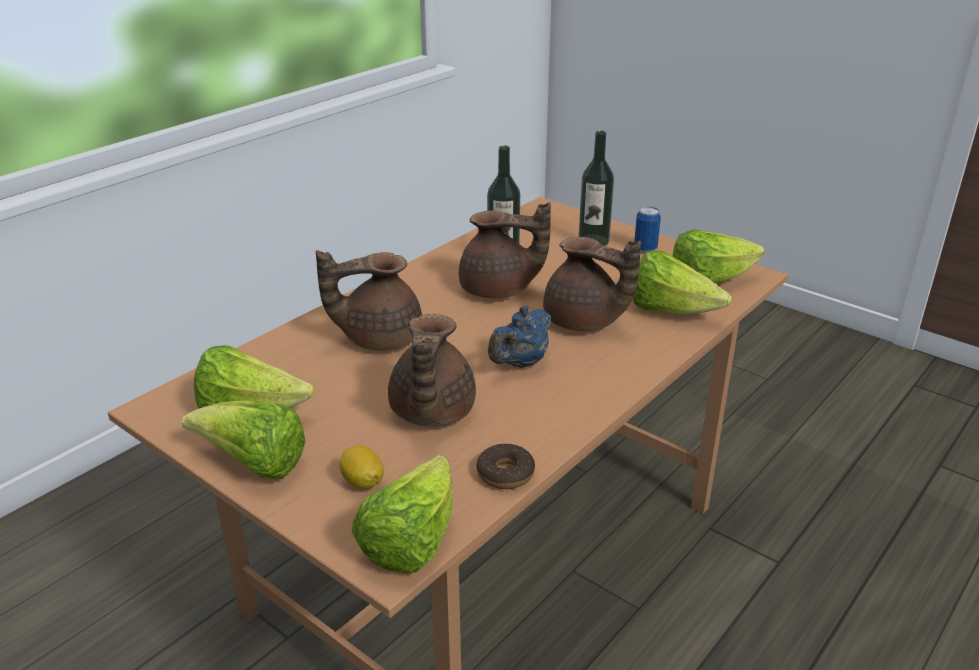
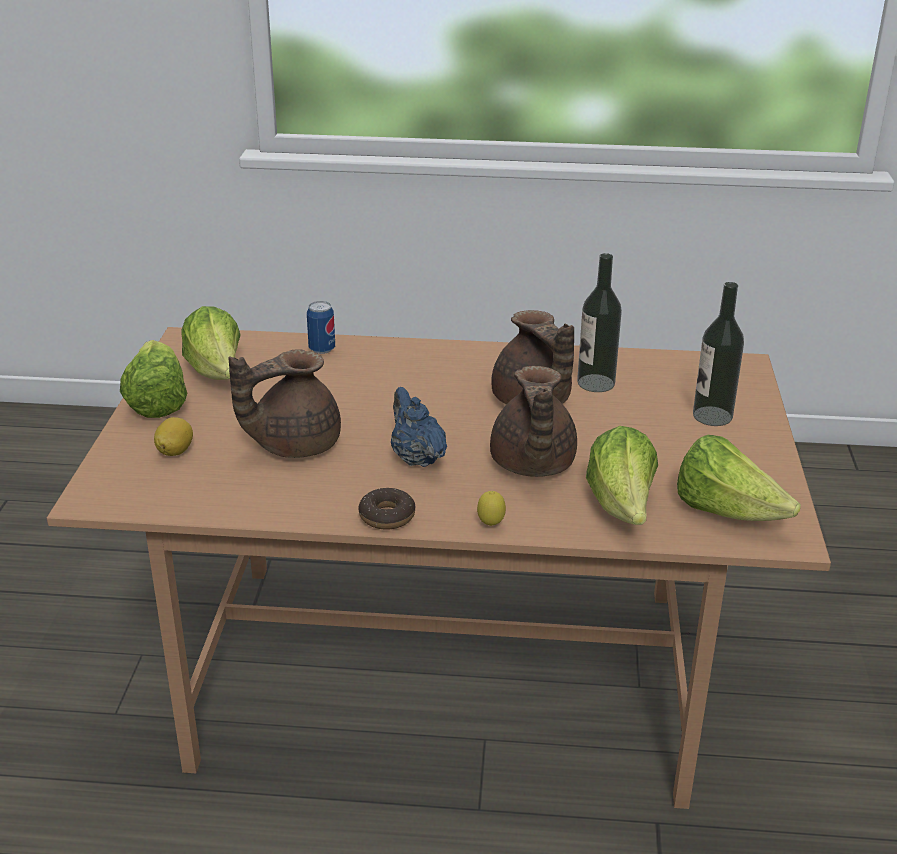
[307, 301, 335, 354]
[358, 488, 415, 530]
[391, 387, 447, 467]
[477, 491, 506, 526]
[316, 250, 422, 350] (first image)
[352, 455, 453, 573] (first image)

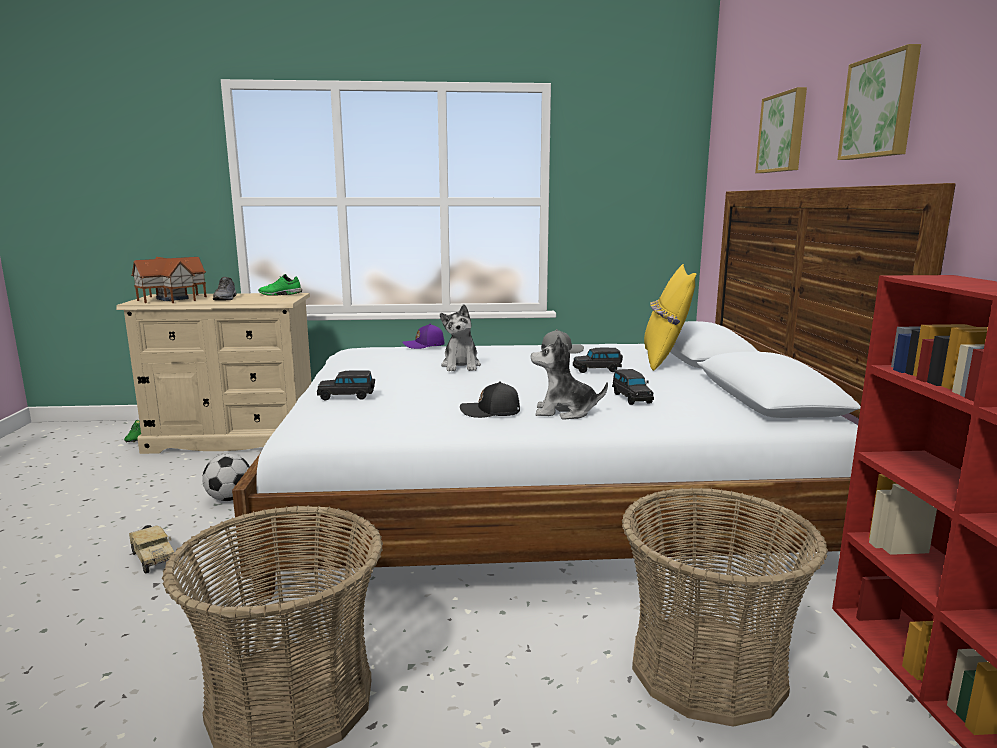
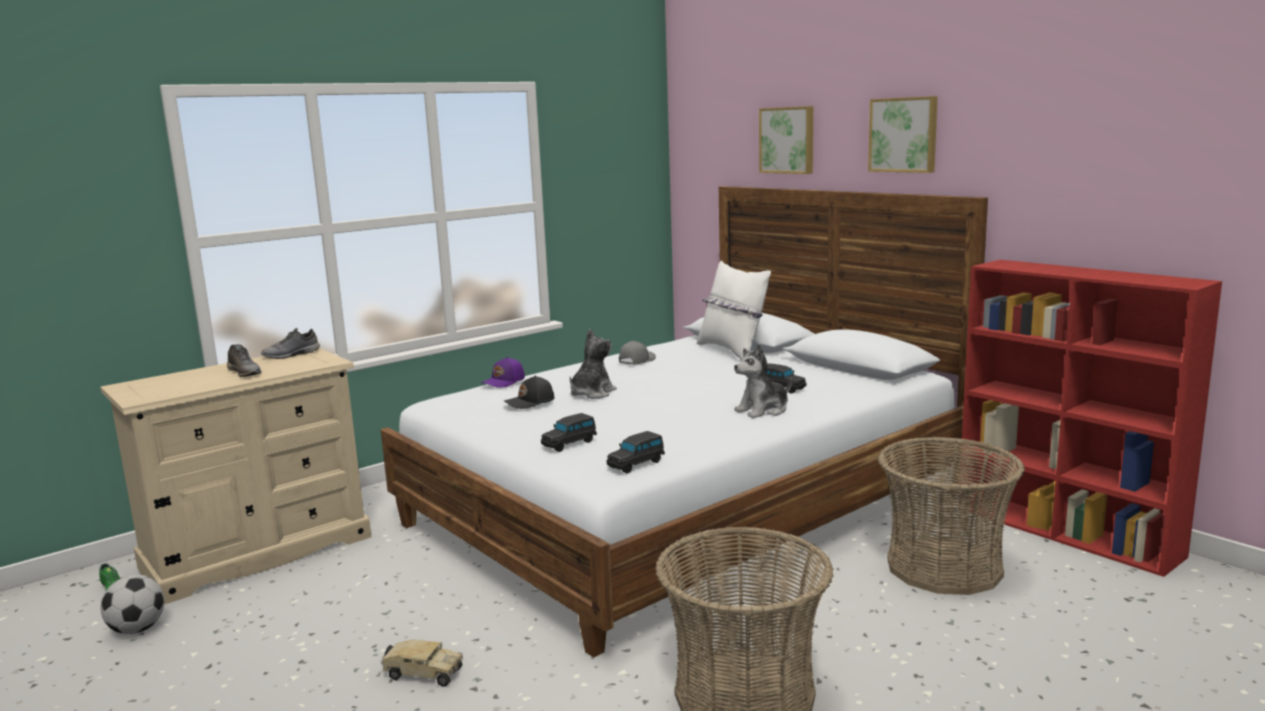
[100, 575, 164, 634]
[261, 328, 320, 359]
[504, 376, 554, 409]
[570, 329, 617, 399]
[607, 431, 665, 473]
[697, 260, 771, 360]
[131, 257, 207, 303] (first image)

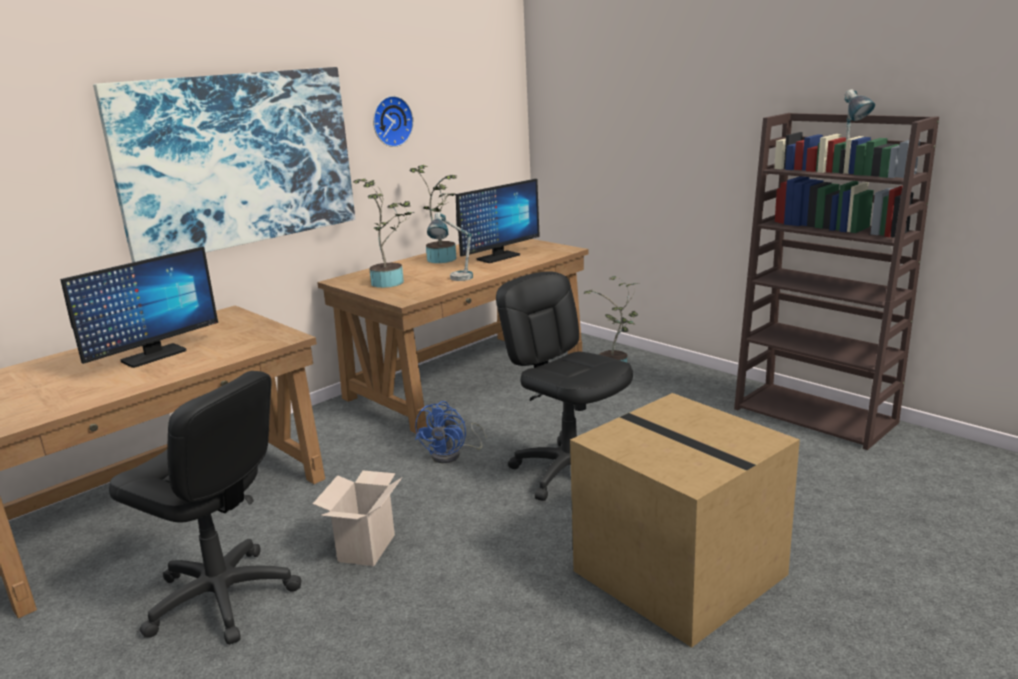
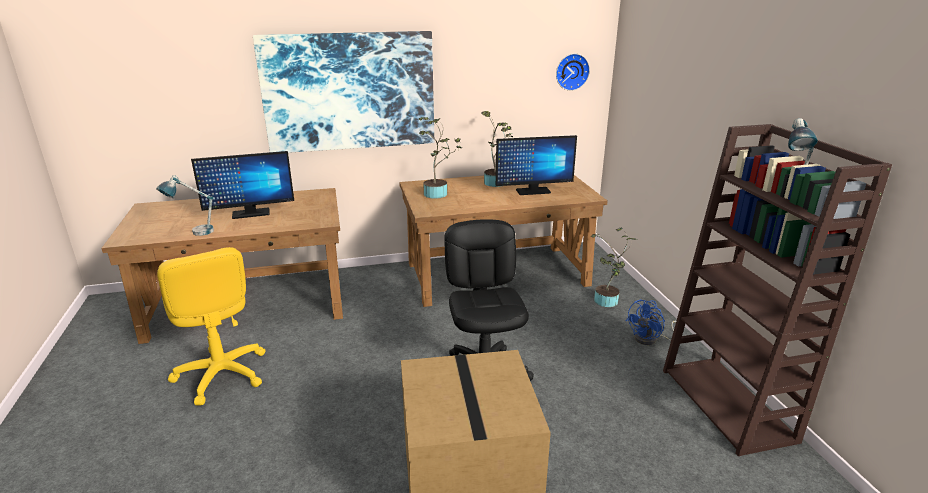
[156, 175, 214, 236]
[157, 247, 266, 406]
[556, 54, 590, 91]
[626, 299, 676, 345]
[313, 470, 402, 566] (first image)

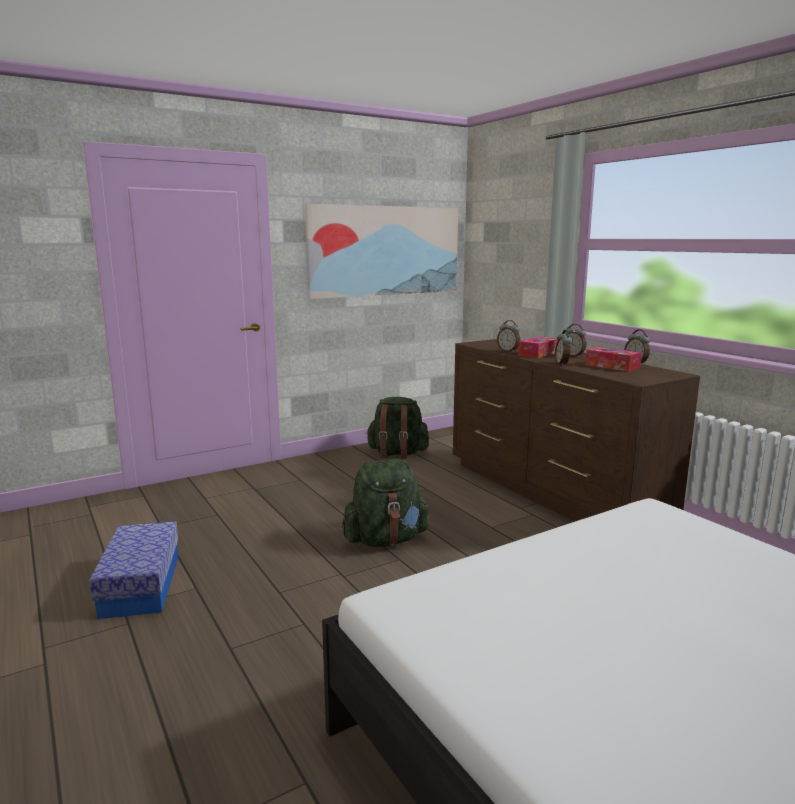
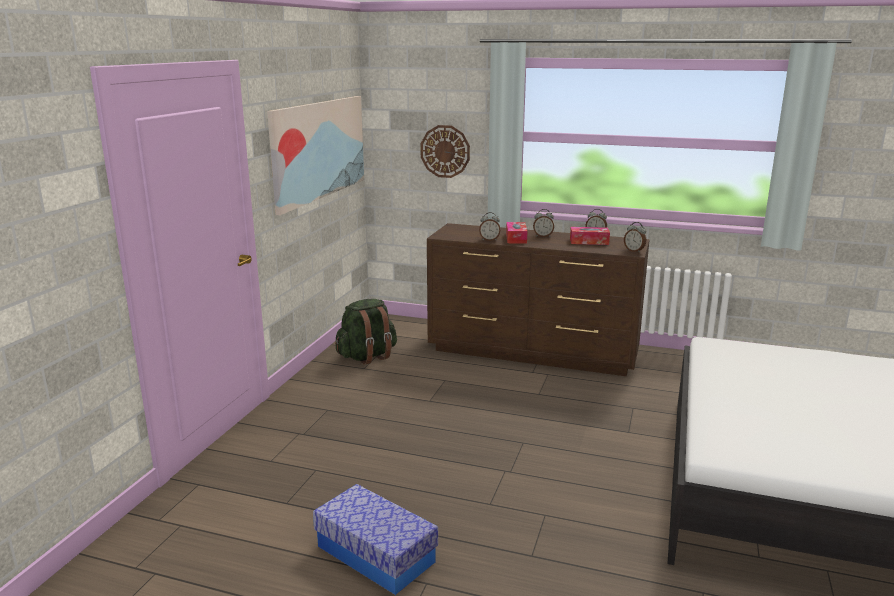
[420, 125, 470, 178]
[624, 222, 646, 253]
[342, 459, 430, 547] (first image)

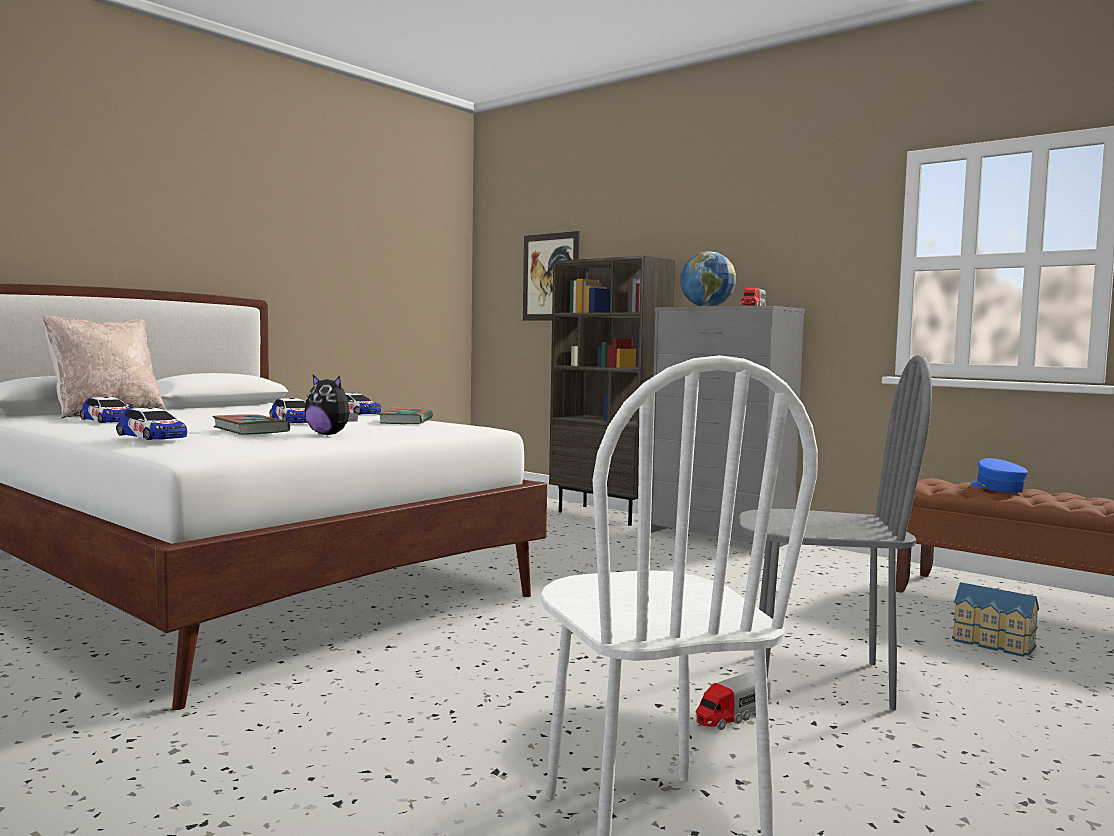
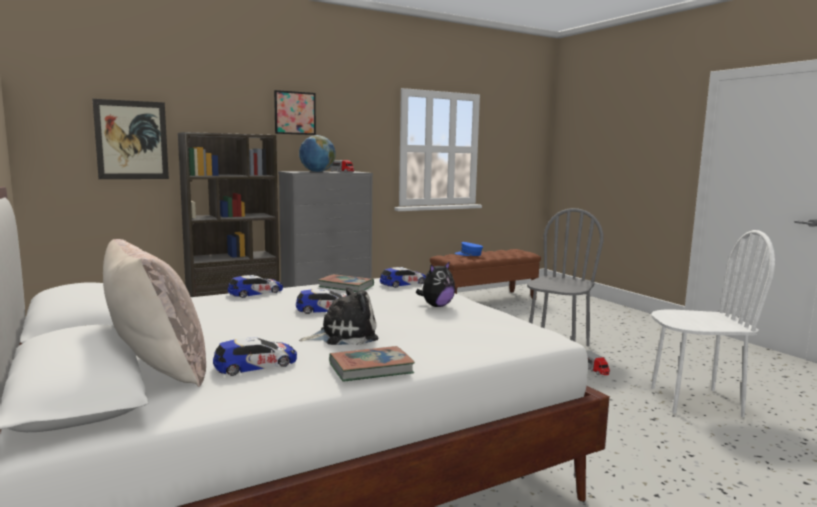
[274, 90, 316, 135]
[299, 287, 378, 345]
[329, 346, 415, 382]
[380, 267, 426, 288]
[952, 582, 1039, 657] (first image)

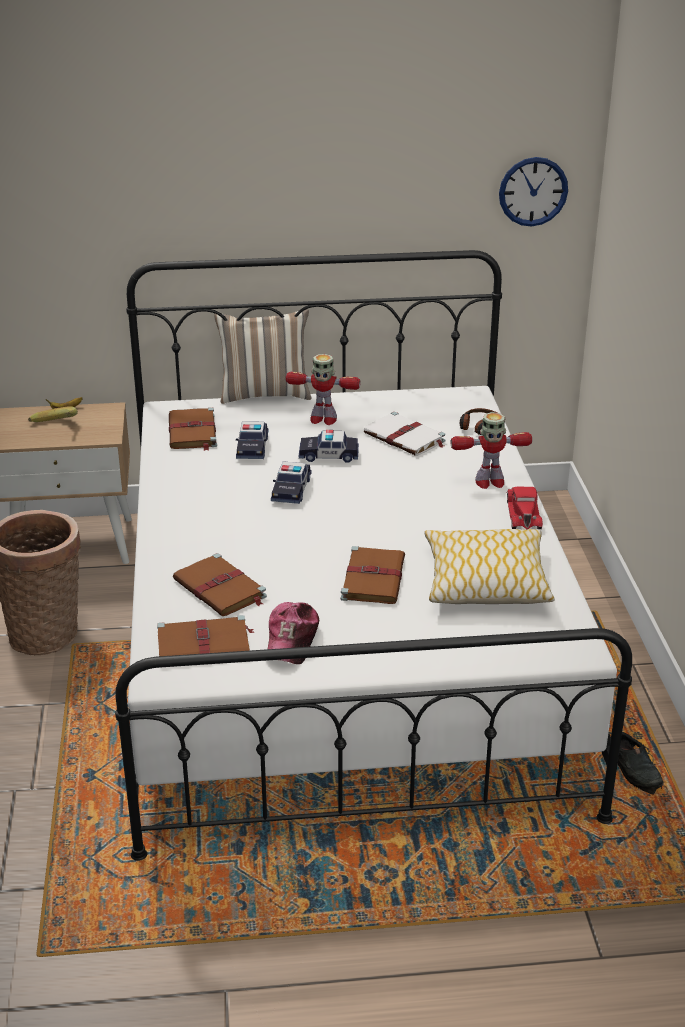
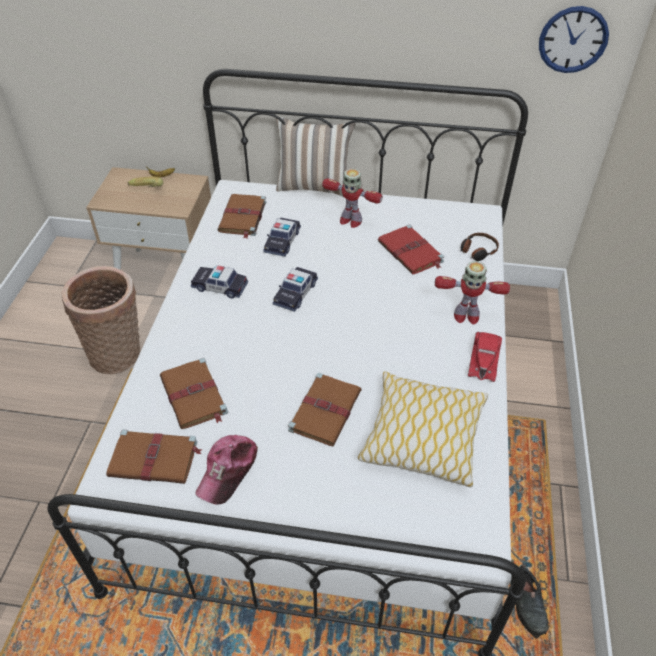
[191, 265, 248, 299]
[378, 225, 444, 275]

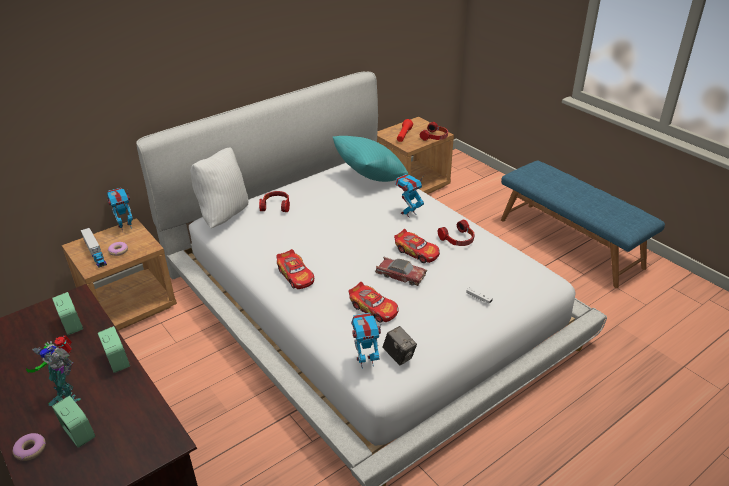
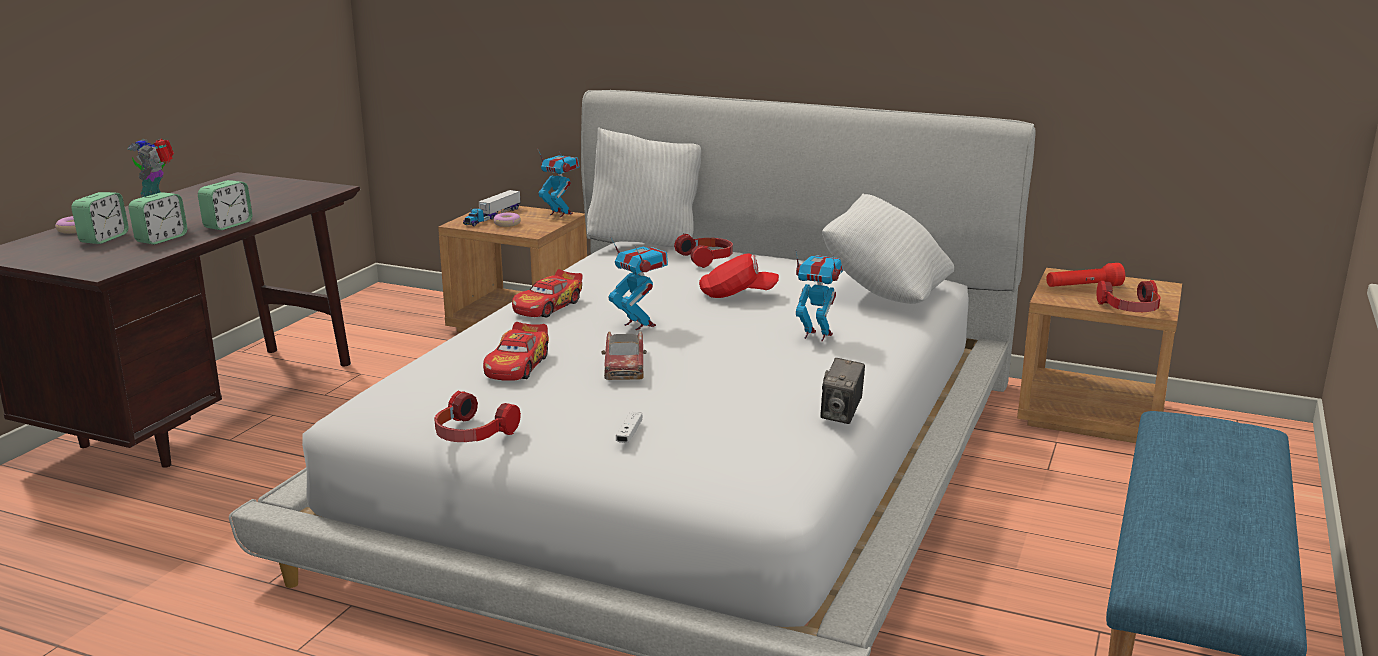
[129, 192, 187, 245]
[434, 391, 521, 442]
[609, 238, 668, 330]
[699, 253, 779, 298]
[821, 358, 865, 424]
[822, 194, 954, 304]
[394, 229, 440, 263] (first image)

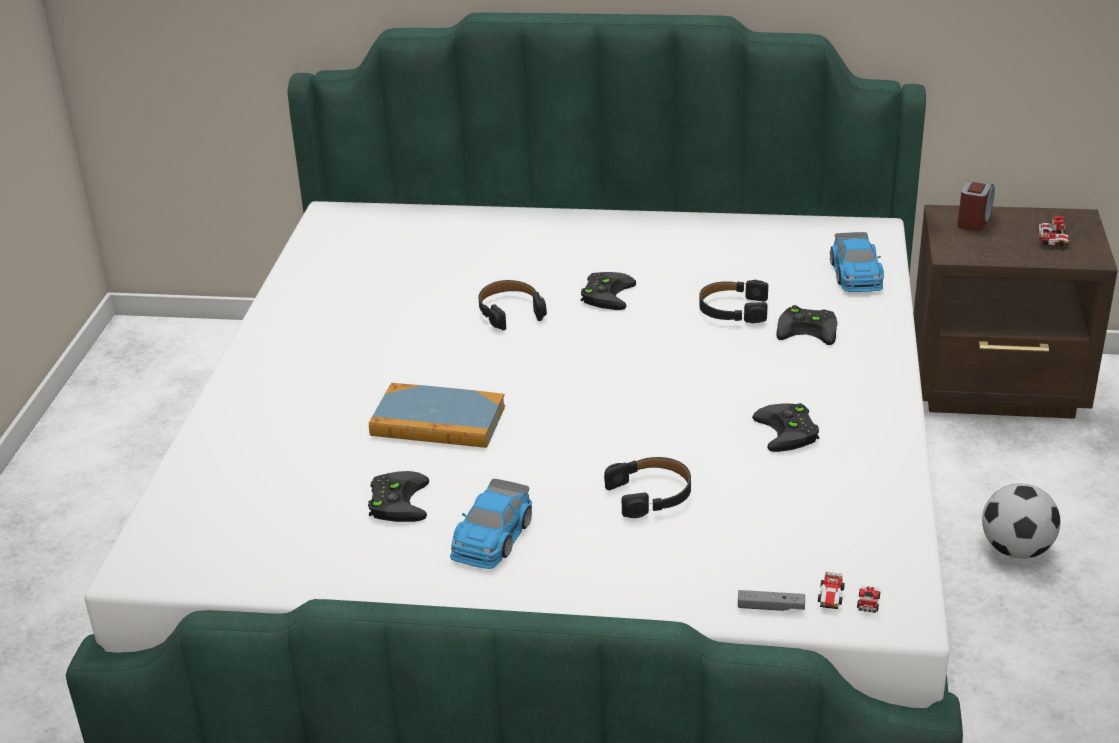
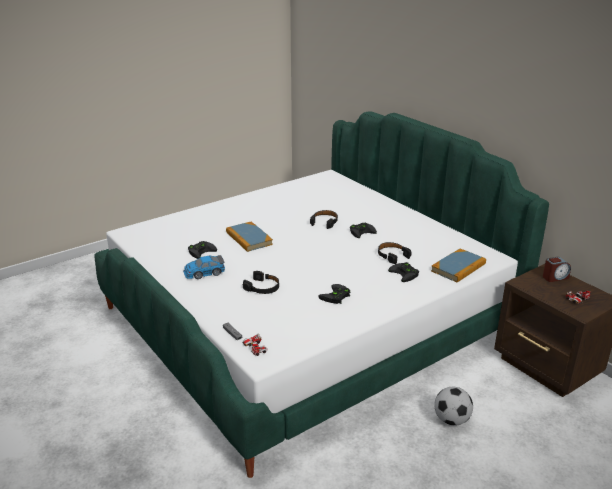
[431, 249, 486, 282]

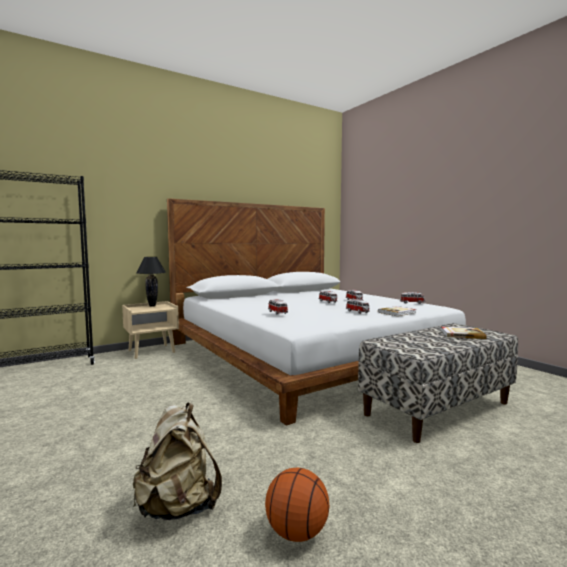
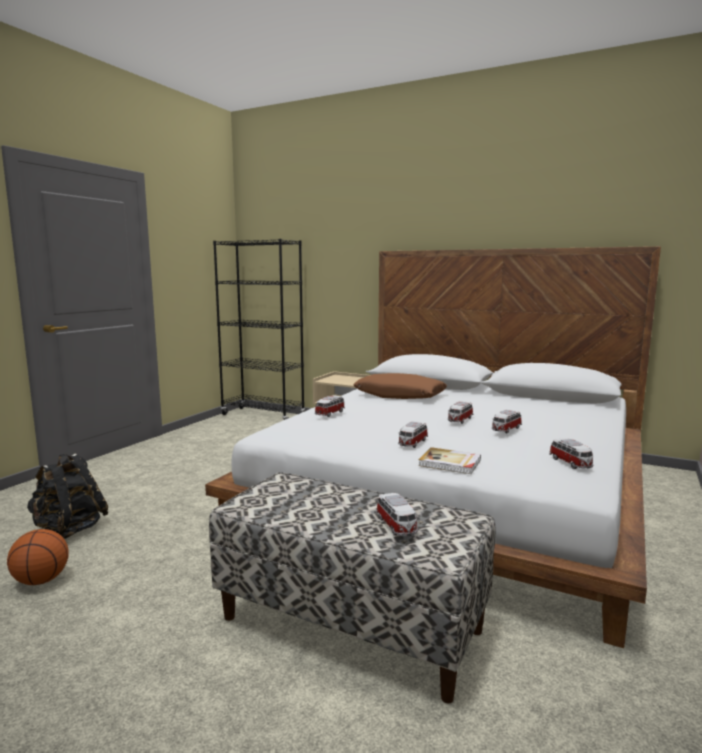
[27, 454, 108, 539]
[353, 373, 447, 399]
[376, 493, 418, 536]
[136, 257, 166, 307] (first image)

